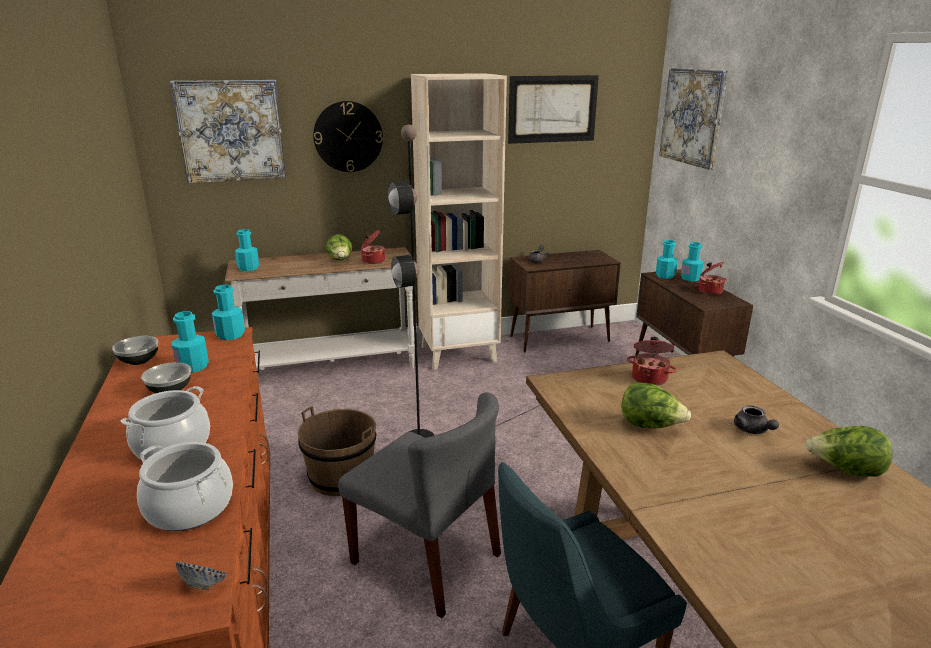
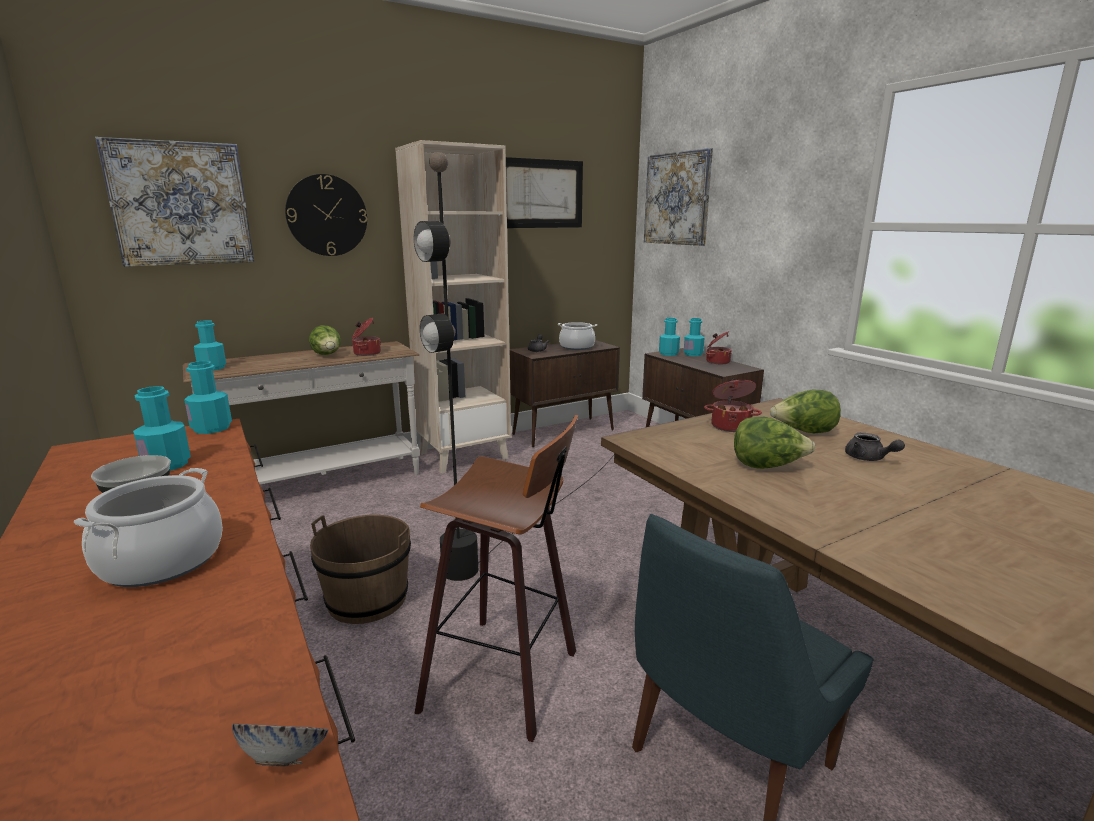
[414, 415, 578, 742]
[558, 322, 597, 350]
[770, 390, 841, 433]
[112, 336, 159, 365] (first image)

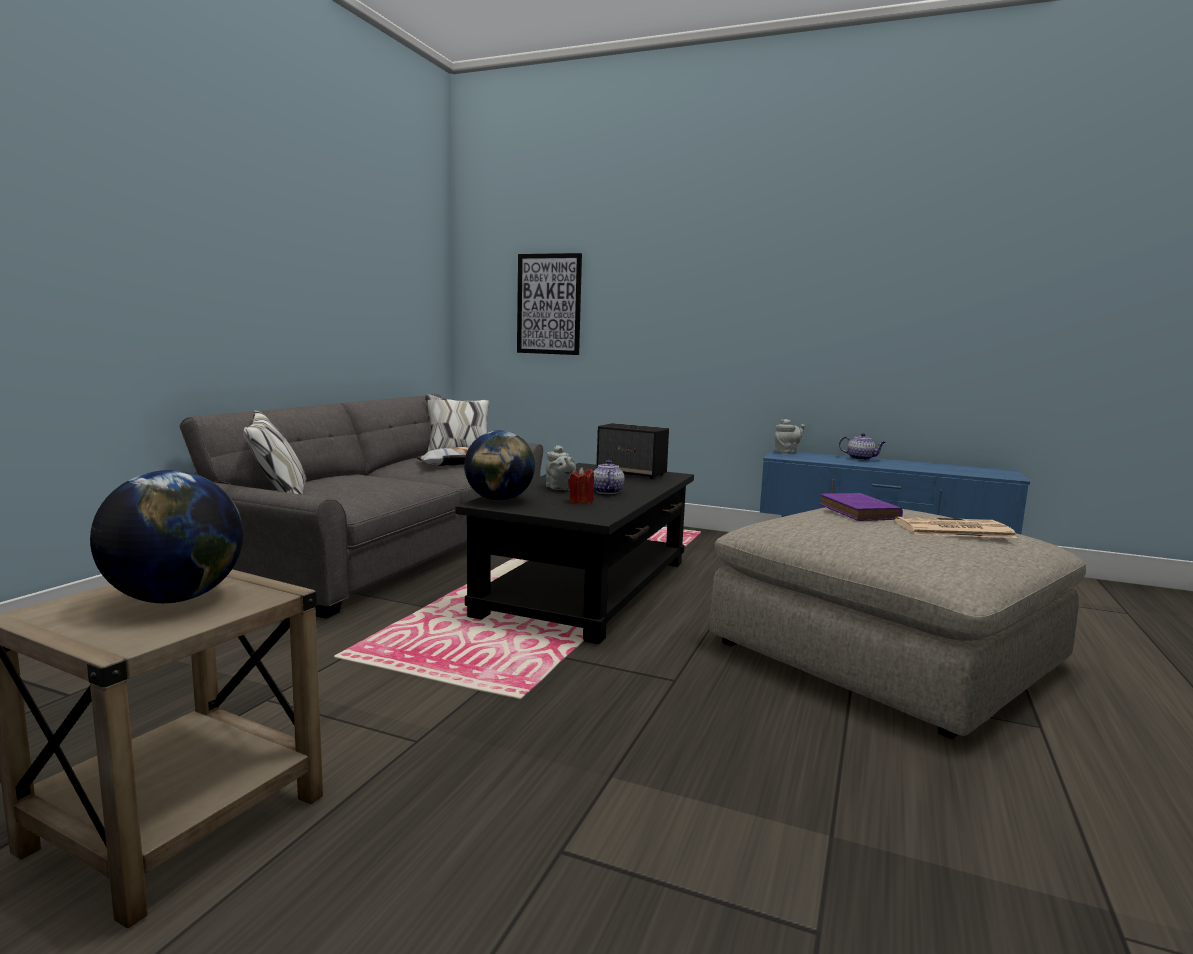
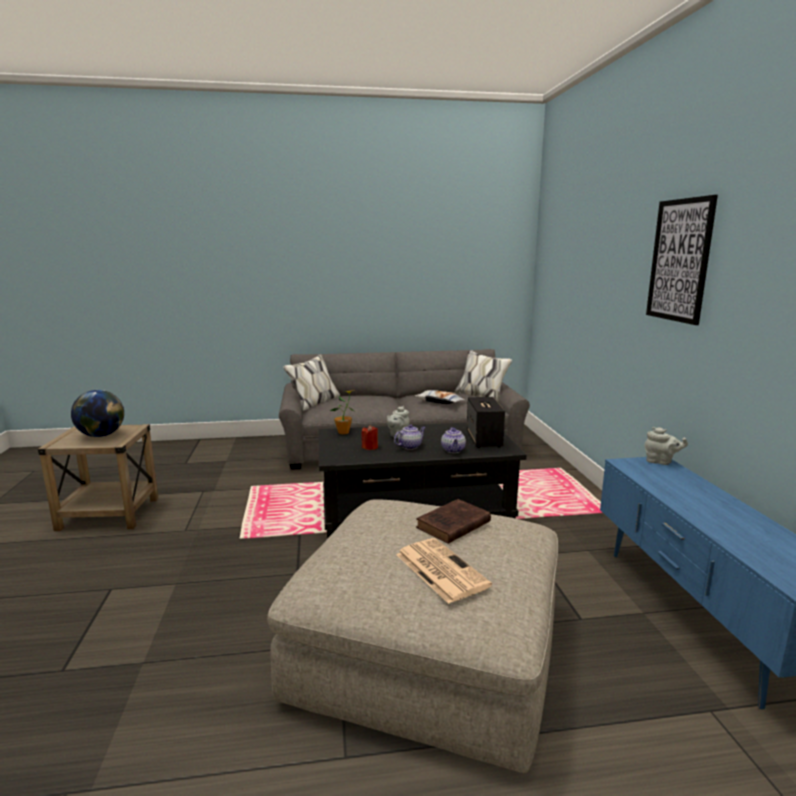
[330, 390, 355, 434]
[416, 499, 491, 544]
[441, 427, 466, 453]
[646, 195, 718, 325]

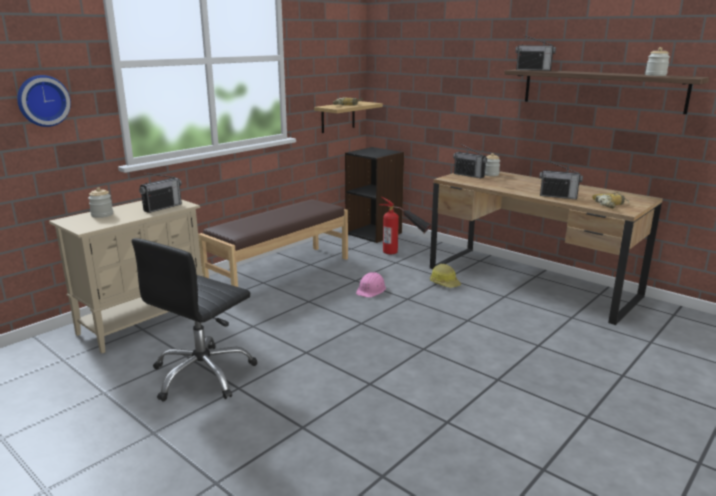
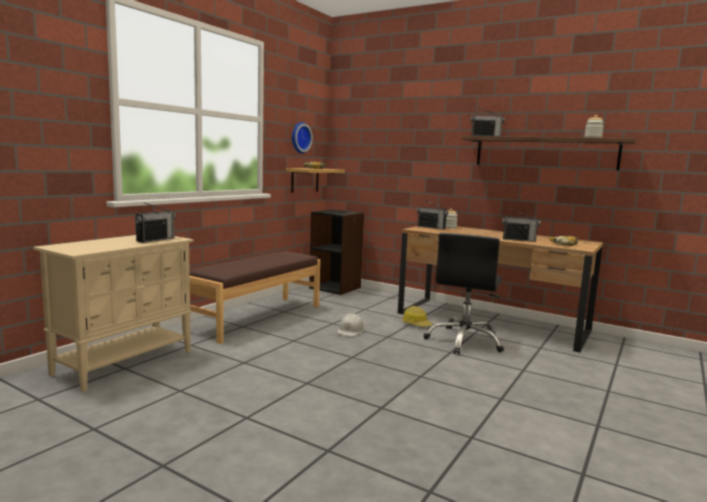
[292, 122, 313, 153]
[338, 313, 364, 336]
[423, 233, 504, 355]
[88, 187, 113, 218] (first image)
[379, 197, 431, 254] (first image)

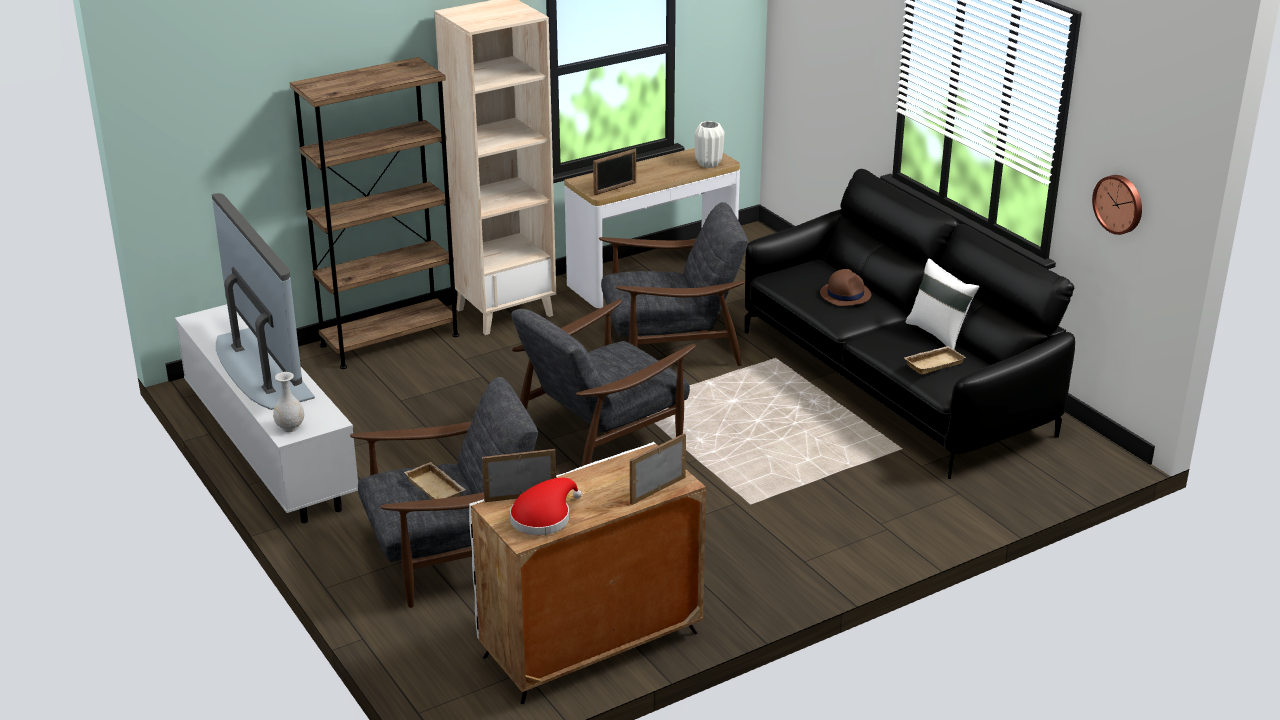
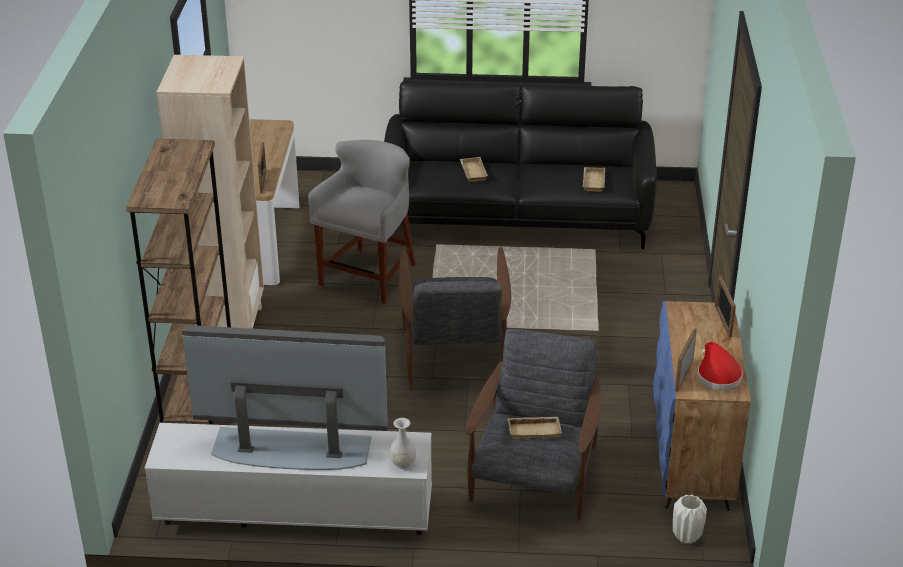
[308, 140, 416, 304]
[460, 157, 488, 182]
[653, 301, 751, 511]
[673, 495, 707, 544]
[906, 258, 979, 349] (first image)
[1092, 175, 1142, 235] (first image)

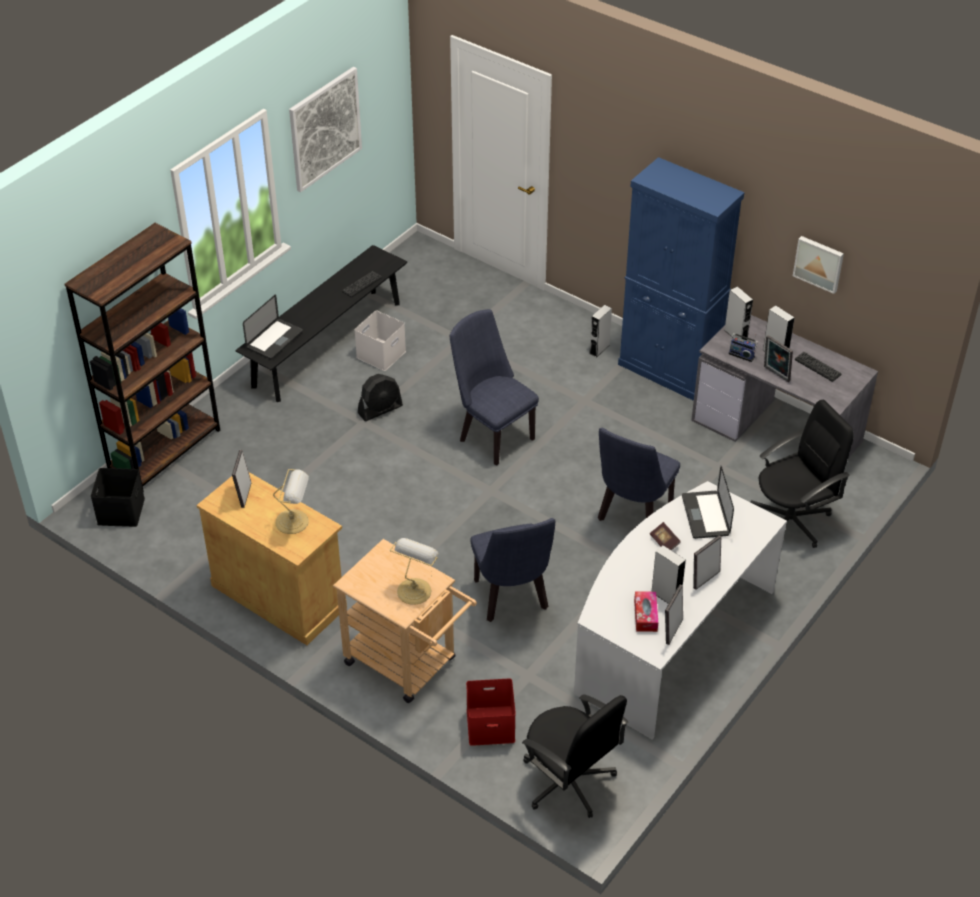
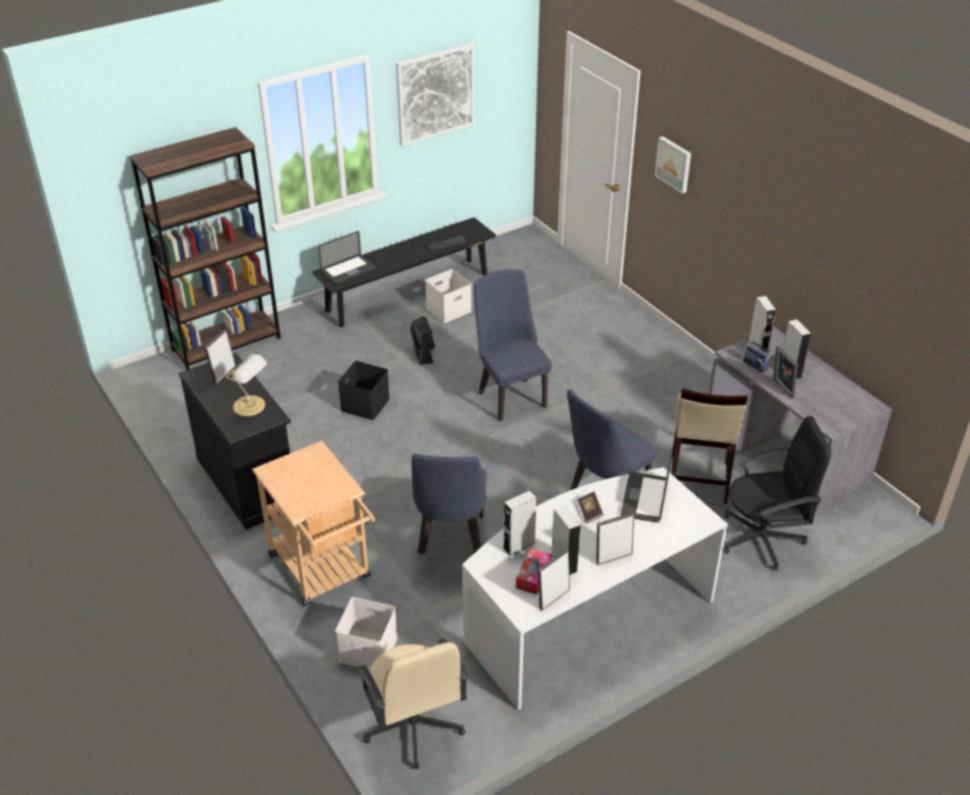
[179, 353, 291, 530]
[335, 597, 398, 670]
[338, 361, 390, 420]
[357, 638, 468, 769]
[410, 316, 435, 365]
[503, 490, 537, 556]
[655, 136, 691, 194]
[671, 389, 747, 504]
[390, 538, 439, 605] (first image)
[618, 157, 744, 401] (first image)
[795, 352, 841, 382] (first image)

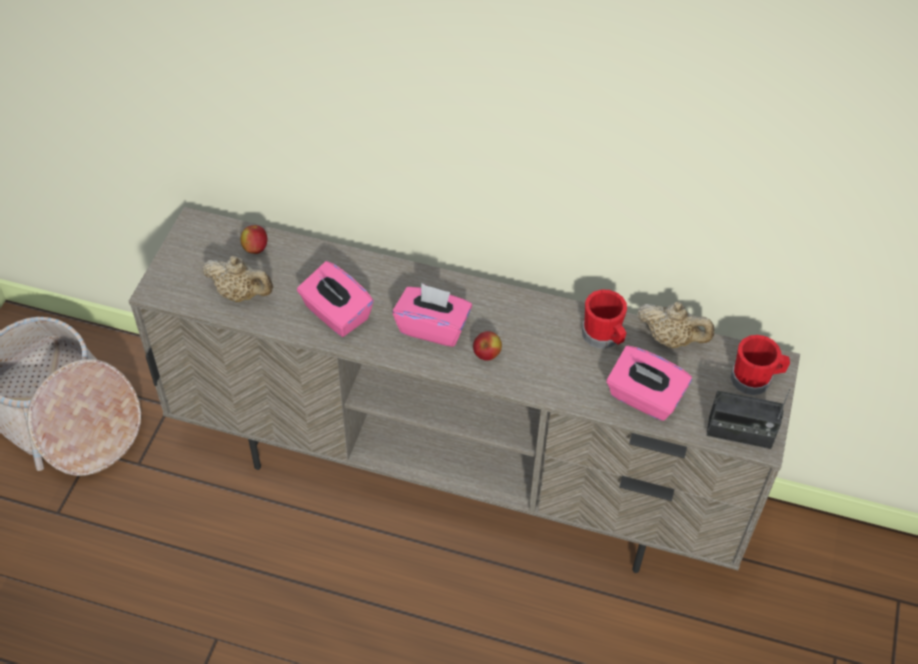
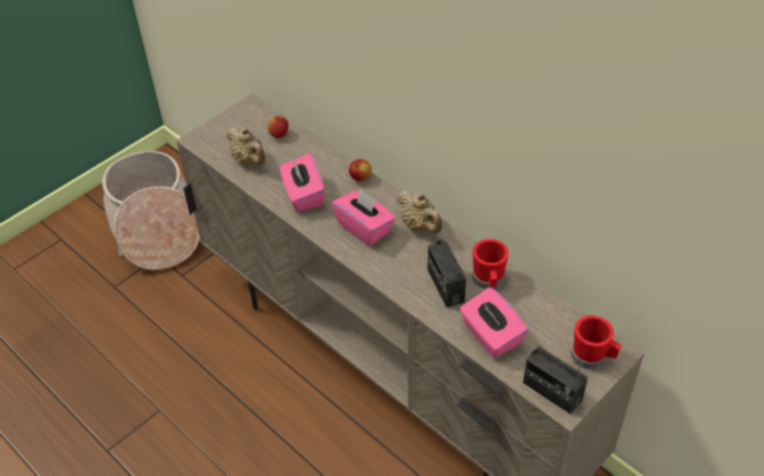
[349, 159, 372, 181]
[397, 190, 442, 233]
[428, 239, 466, 308]

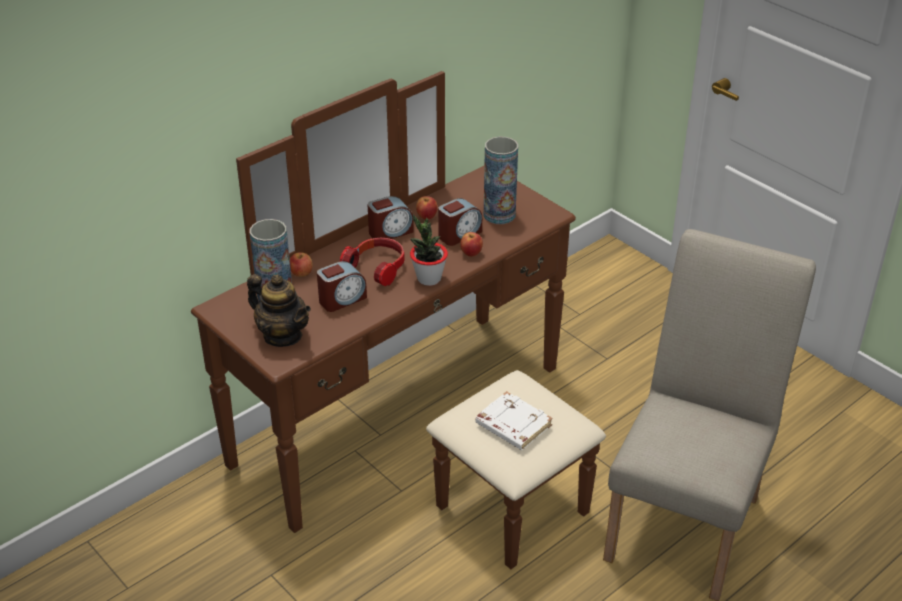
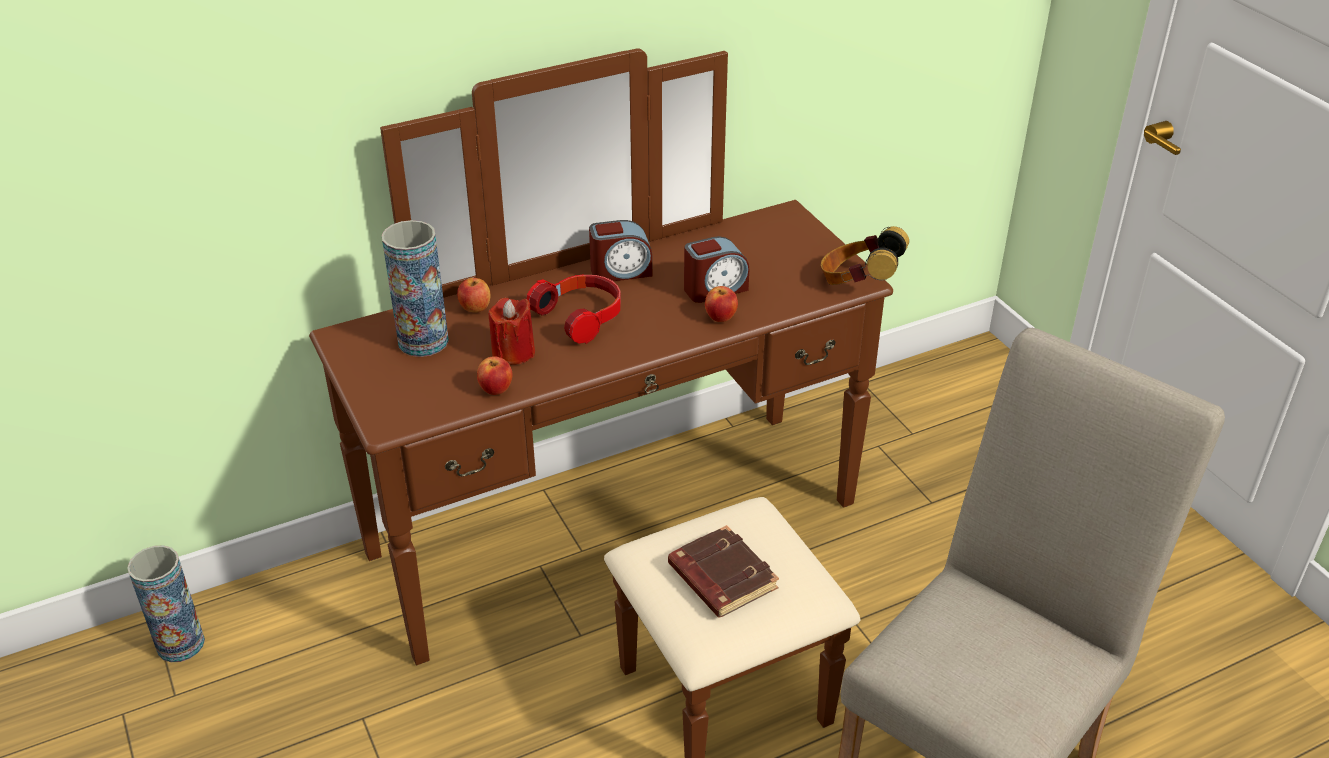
[127, 545, 205, 662]
[477, 356, 512, 395]
[488, 298, 535, 365]
[668, 525, 779, 618]
[821, 226, 909, 285]
[247, 274, 311, 347] (first image)
[410, 214, 448, 286] (first image)

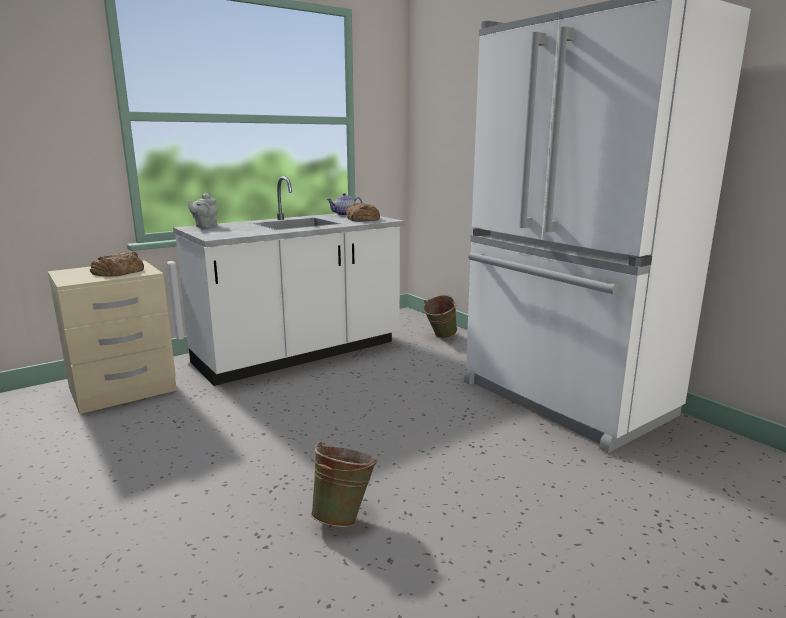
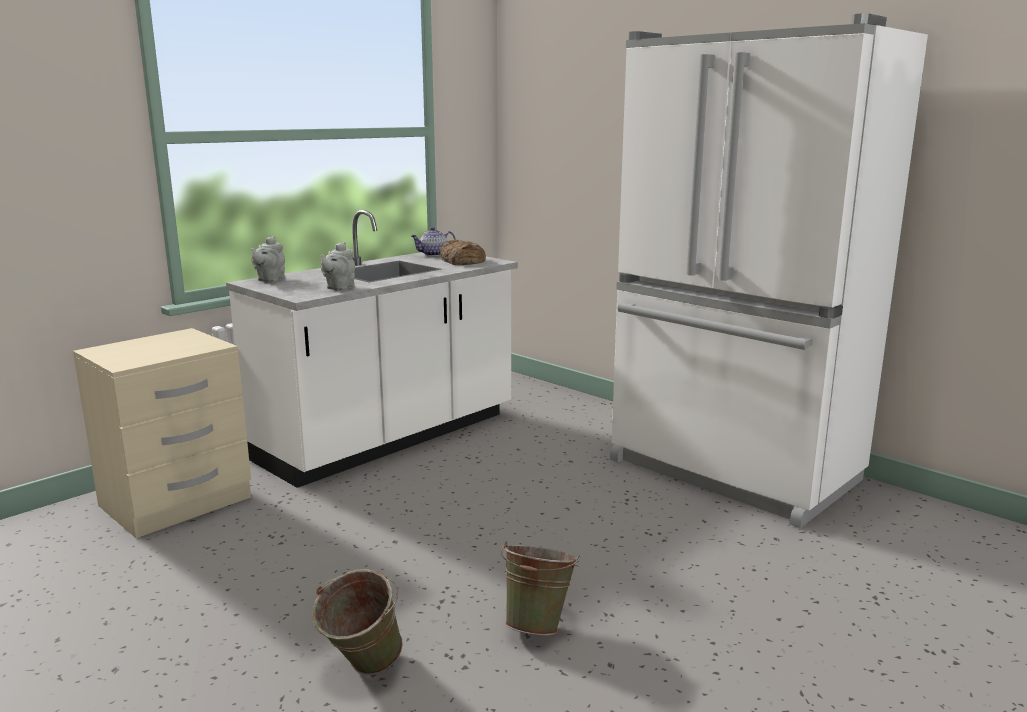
[312, 569, 403, 675]
[320, 242, 355, 291]
[90, 251, 144, 277] (first image)

